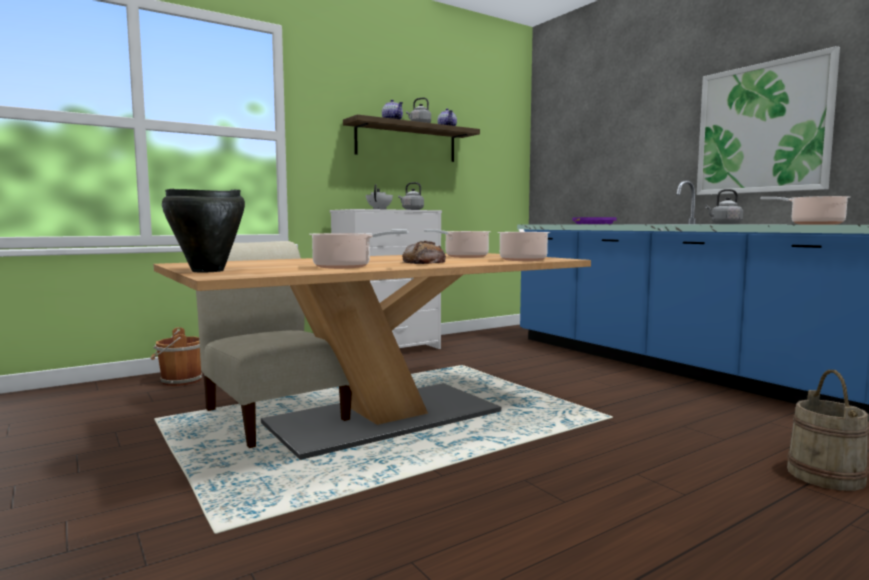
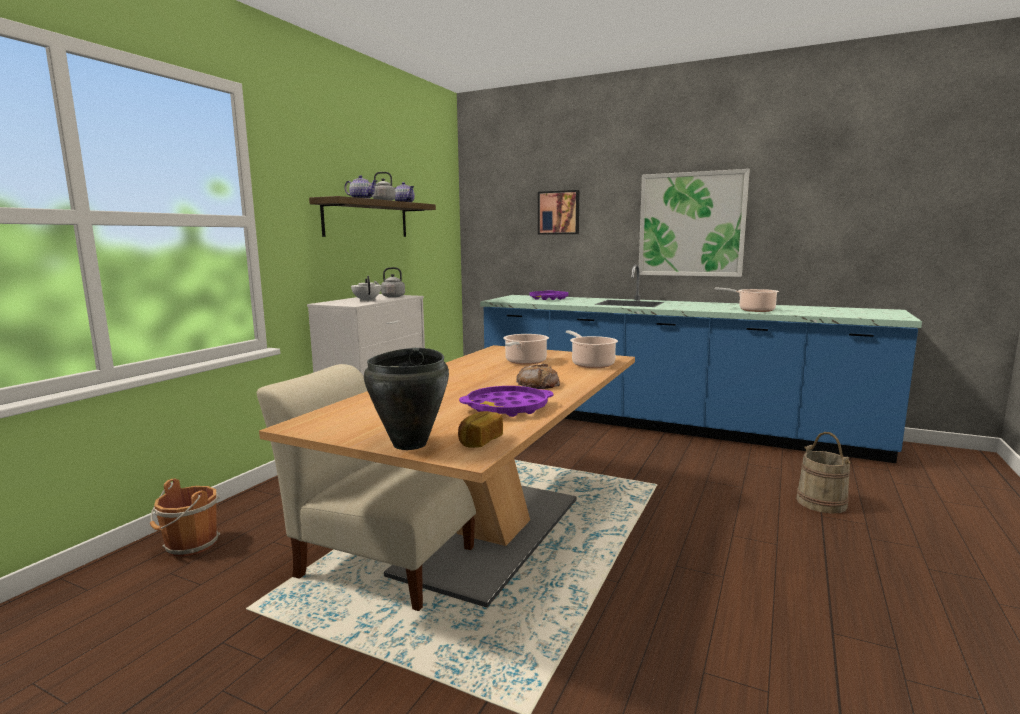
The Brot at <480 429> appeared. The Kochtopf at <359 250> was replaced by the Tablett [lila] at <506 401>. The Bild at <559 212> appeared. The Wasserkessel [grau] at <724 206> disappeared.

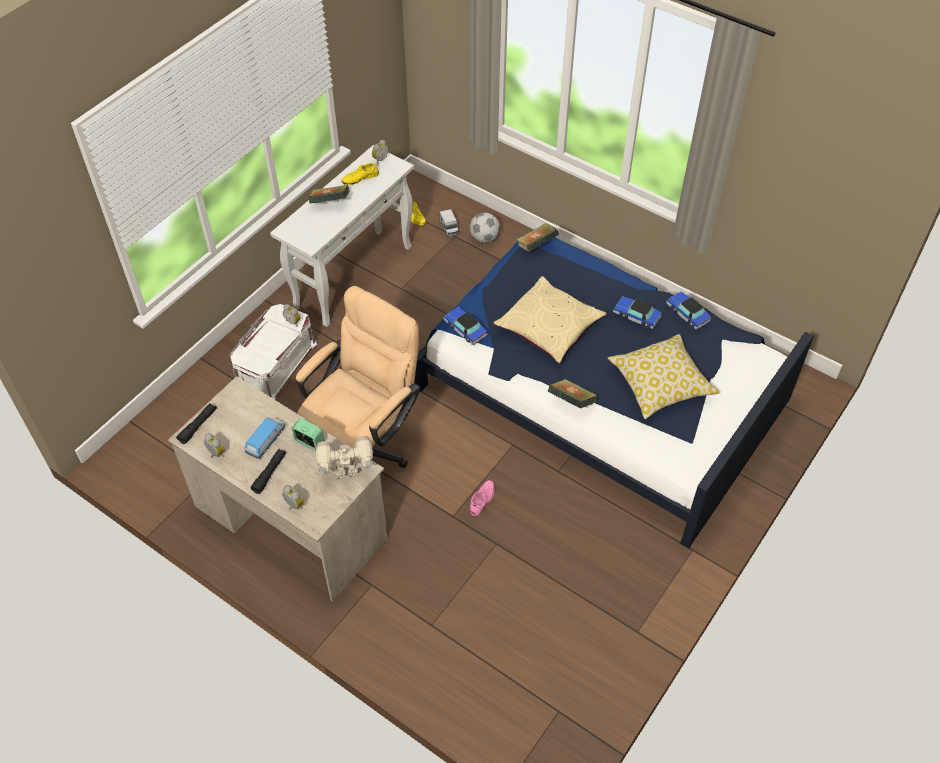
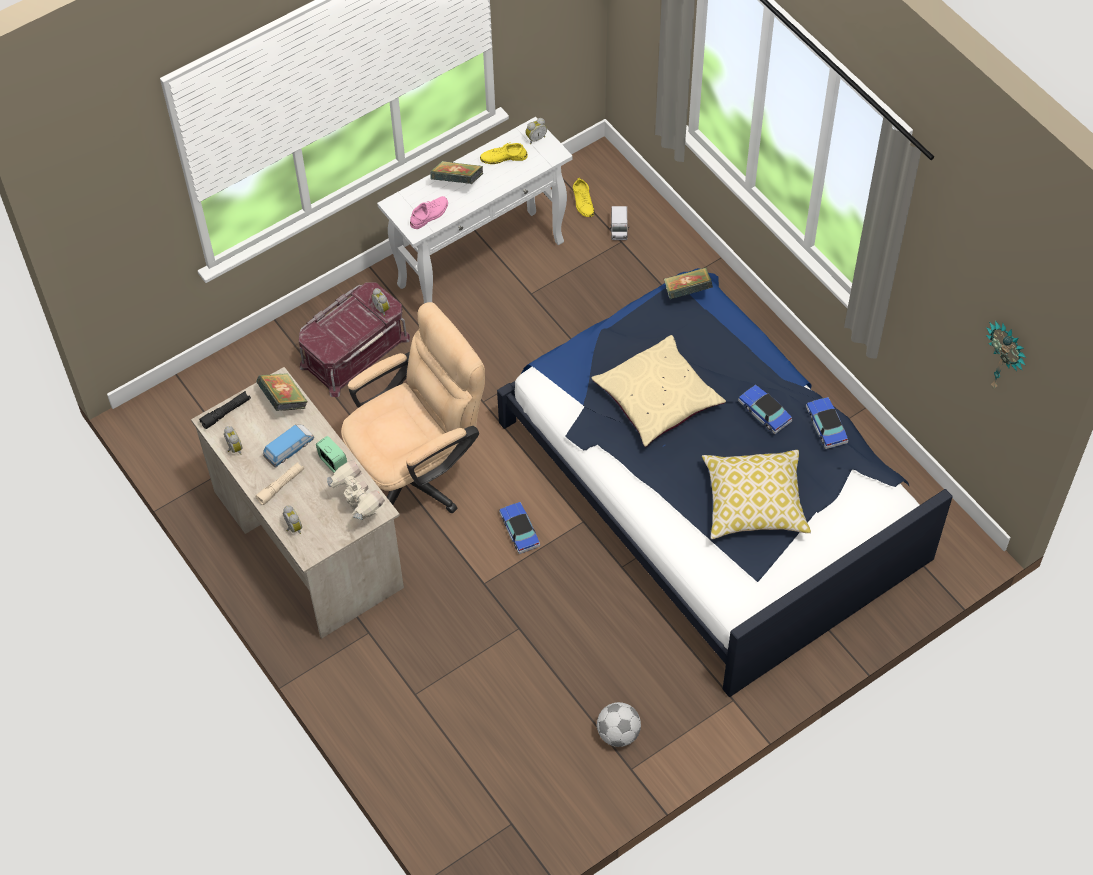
The Taschenlampe [schwarz] at <268 471> became the Taschenlampe [beige] at <279 483>. The Buch moved from <573 393> to <282 392>. The Aufbewahrungsbox [weiß] at <273 352> became the Aufbewahrungsbox [rot] at <354 340>. The Spielzeugroboter at <345 457> turned 45 degrees clockwise. The Schuh [rosa] moved from <482 498> to <429 212>. The Spielzeugauto moved from <465 326> to <519 528>. The Fußball moved from <485 227> to <619 724>. The Wanduhr at <1006 354> appeared.

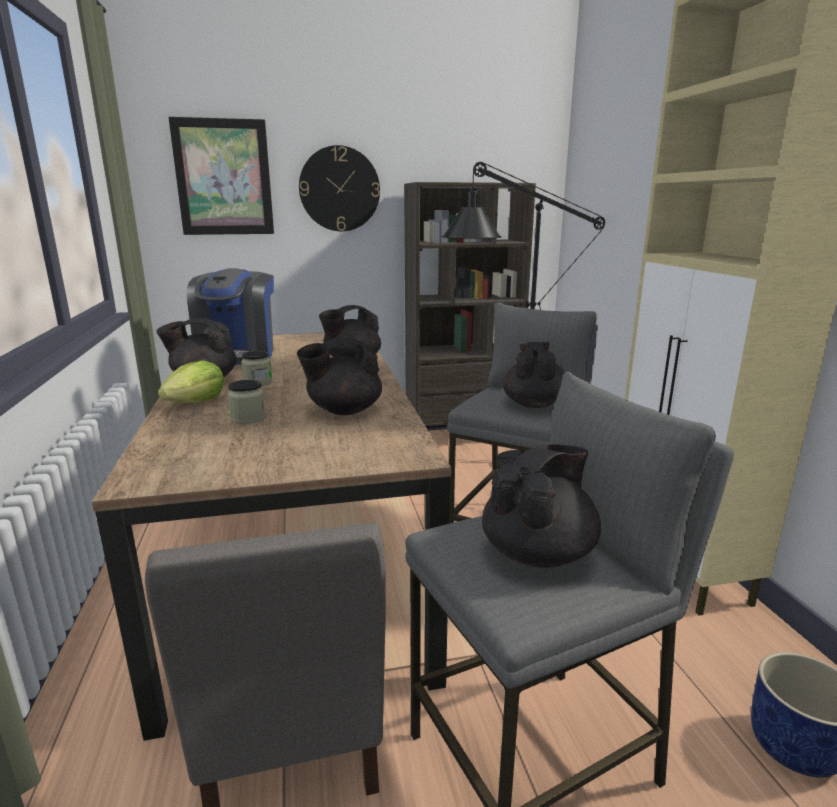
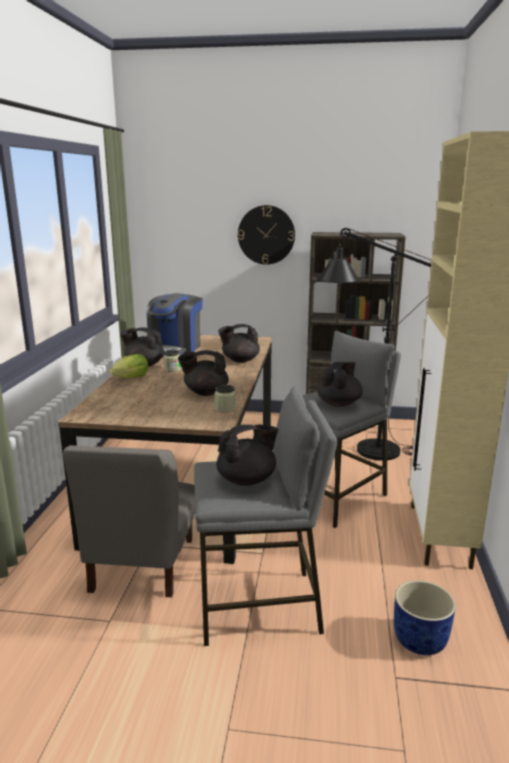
The Vorratsglas moved from <247 402> to <225 398>. The Bild at <221 176> disappeared.

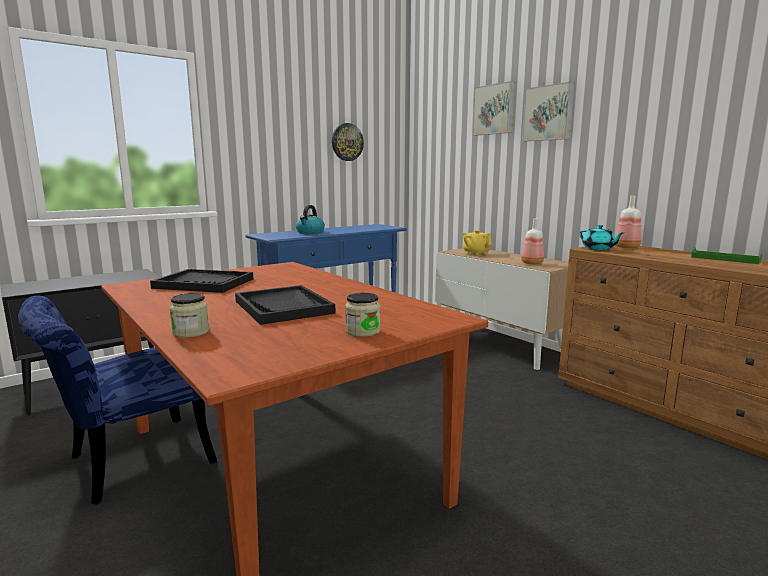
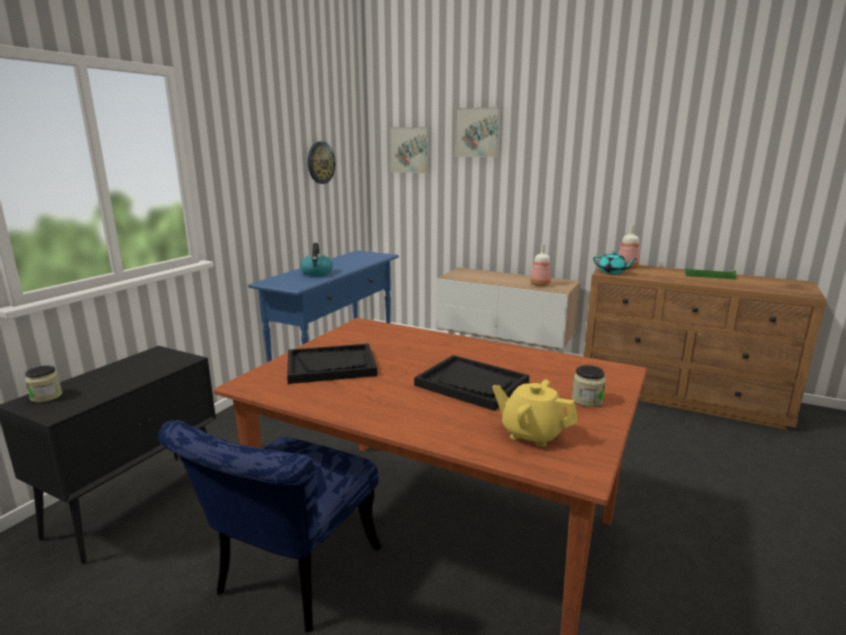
The Vorratsglas moved from <189 315> to <43 383>. The Bild moved from <548 111> to <409 150>. The Teekanne [gelb] moved from <477 242> to <535 413>.

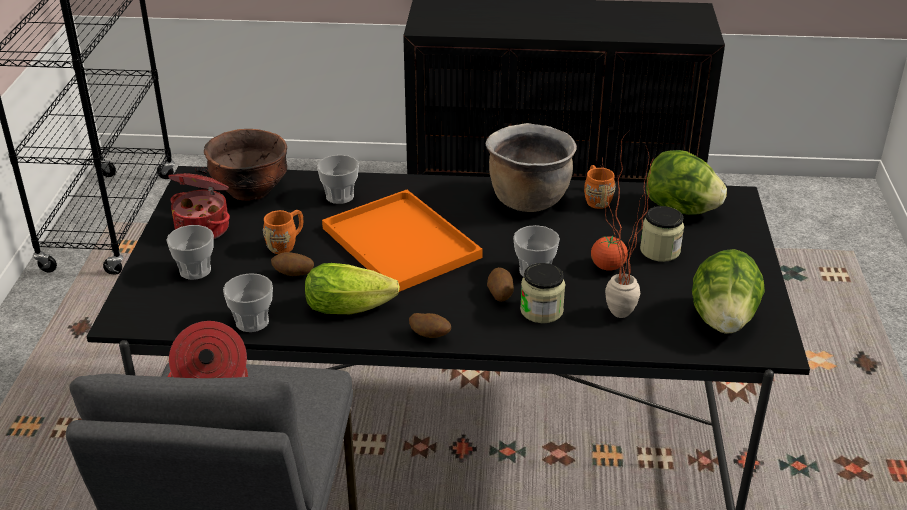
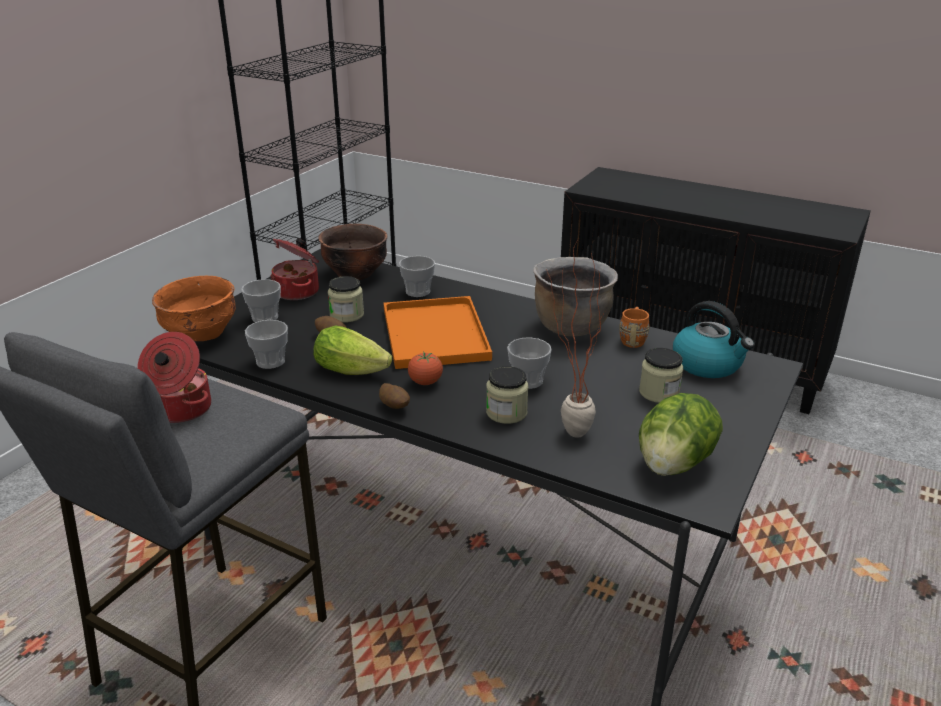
The Schüssel [orange] at <194 308> appeared. The Henkelbecher [orange] at <283 232> was replaced by the Vorratsglas at <346 299>. The Tomate moved from <609 253> to <425 368>. The Salatkopf at <686 182> was replaced by the Wasserkessel at <714 339>. The Kartoffel at <500 284> disappeared.

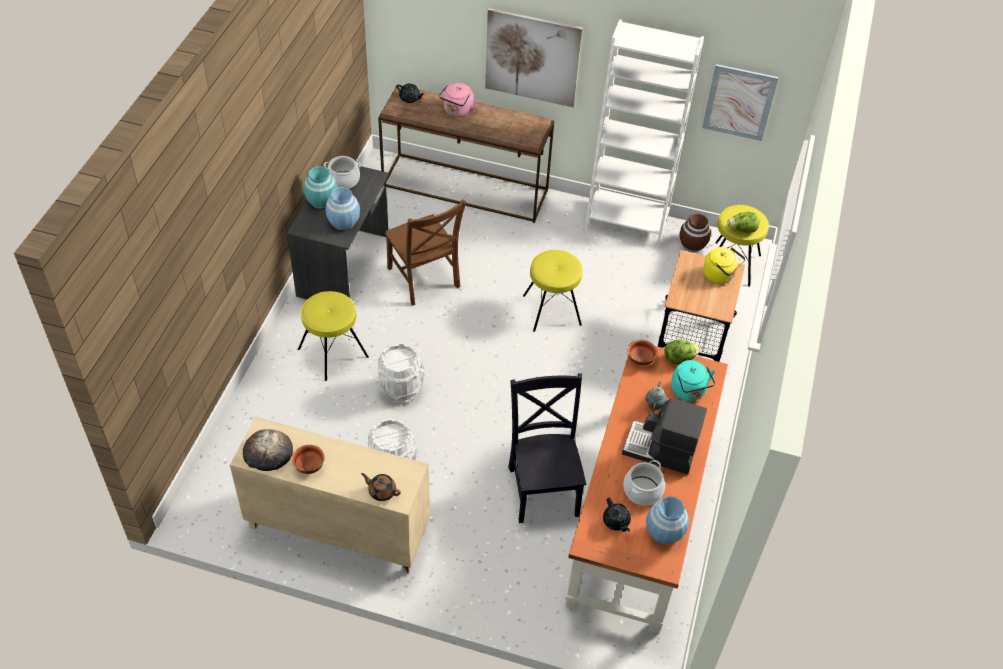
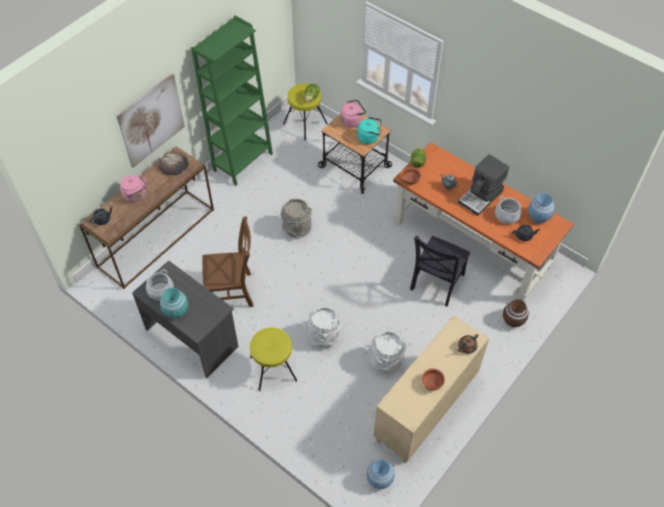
The Brot moved from <268 450> to <174 163>. The Bücherregal [weiß] at <644 133> became the Bücherregal [grün] at <232 100>. The Hocker [gelb] at <553 291> was replaced by the Eimer [grau] at <296 218>. The Wasserkessel [gelb] at <724 265> became the Wasserkessel [rosa] at <353 114>. The Wasserkessel [türkis] moved from <693 380> to <369 130>. The Vase [blau] moved from <343 208> to <380 474>. The Stuhl [schwarz] at <547 448> turned 75 degrees counterclockwise. The Vase [braun] moved from <695 233> to <516 313>. The Bild at <740 102> disappeared.

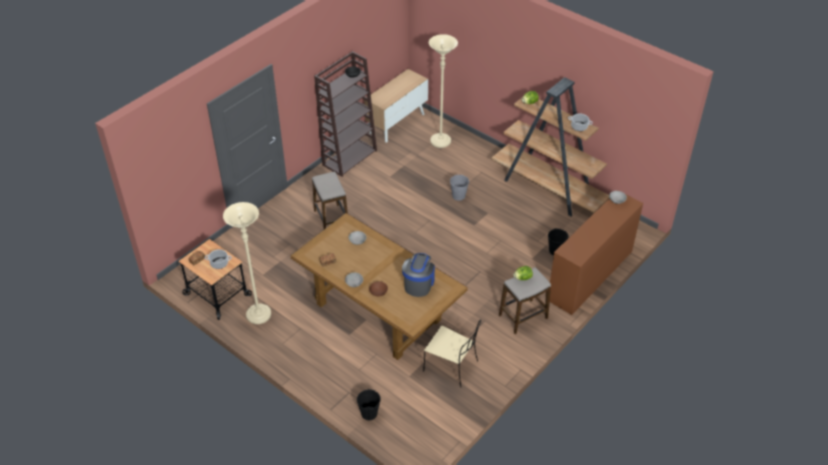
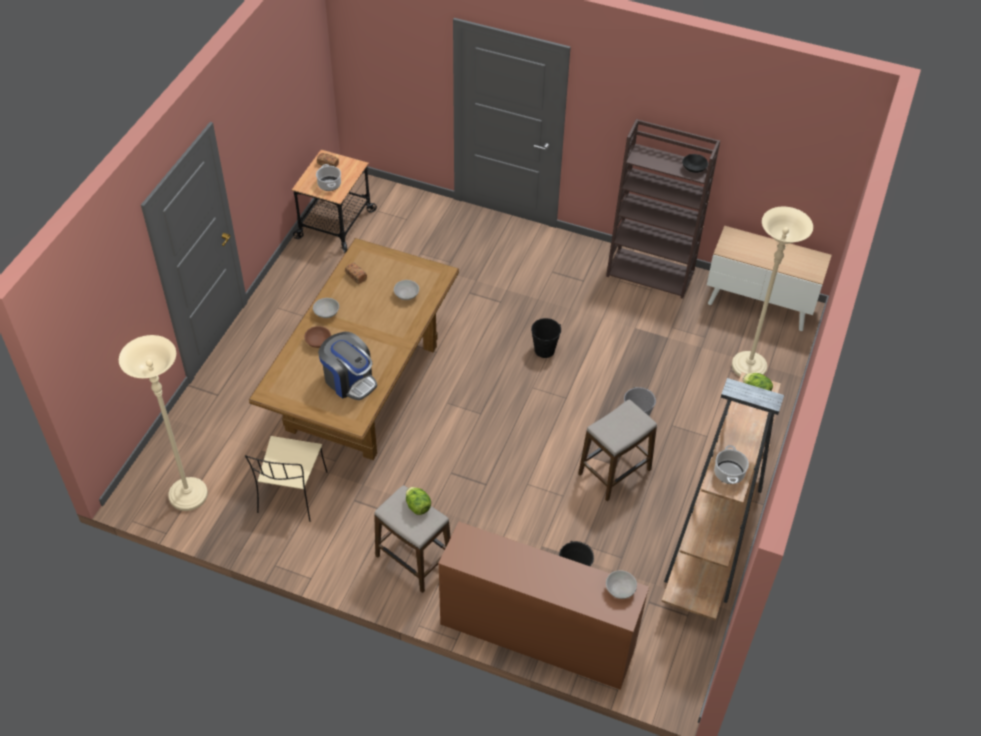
The Stehlampe [beige] moved from <247 263> to <163 423>. The Kaffeemaschine at <418 275> turned 45 degrees clockwise. The Eimer [schwarz] moved from <369 404> to <546 338>. The Hocker moved from <330 200> to <617 450>.

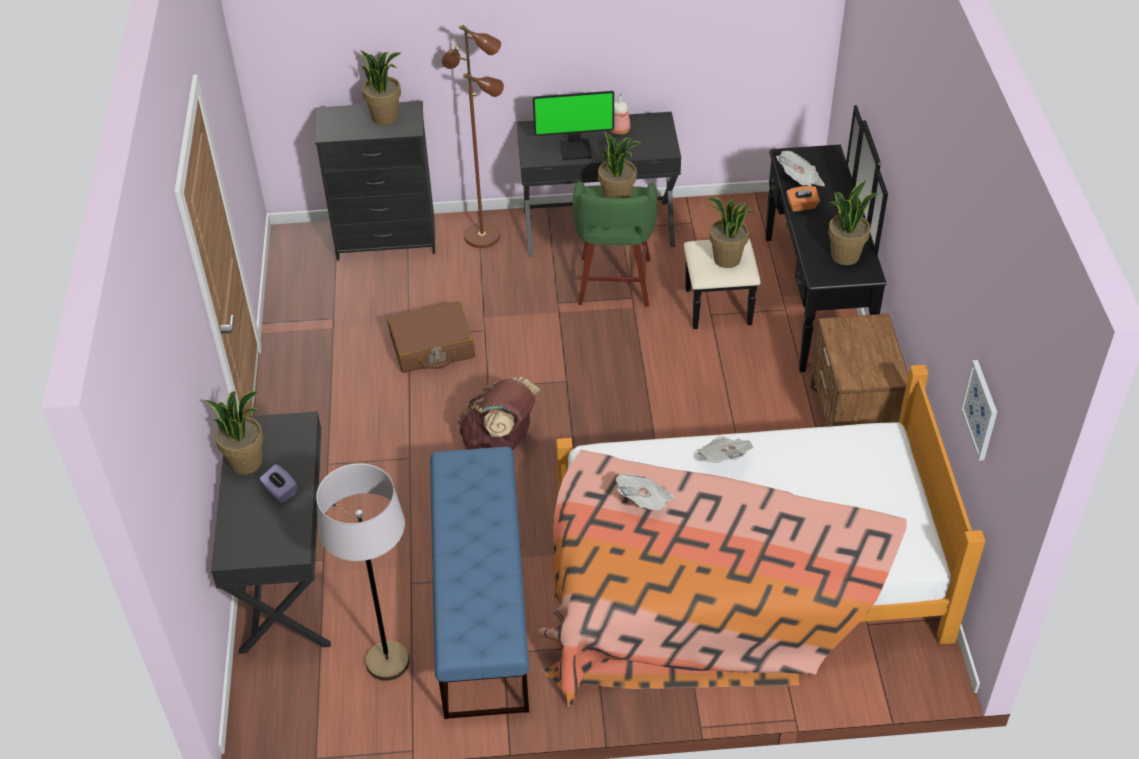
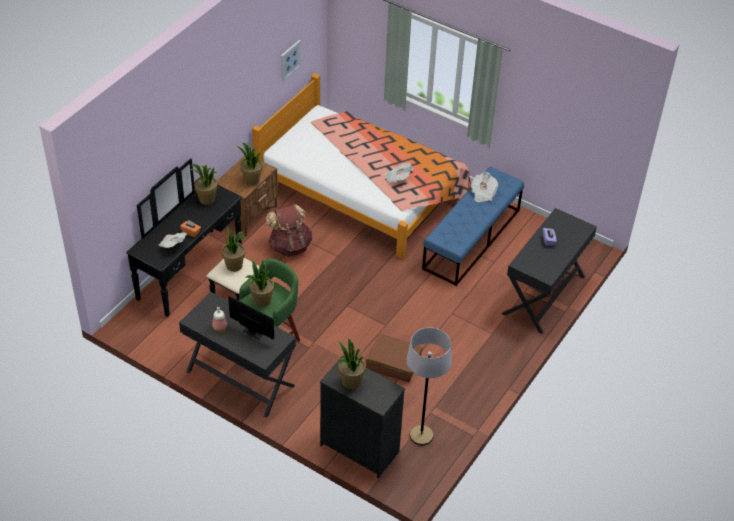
The Topfpflanze moved from <234 433> to <250 164>. The Rucksack [braun] moved from <499 413> to <289 230>. The Stehlampe [grau] moved from <363 572> to <429 386>. The Zeitung moved from <724 449> to <484 187>. The Stehlampe [braun] at <473 136> disappeared.

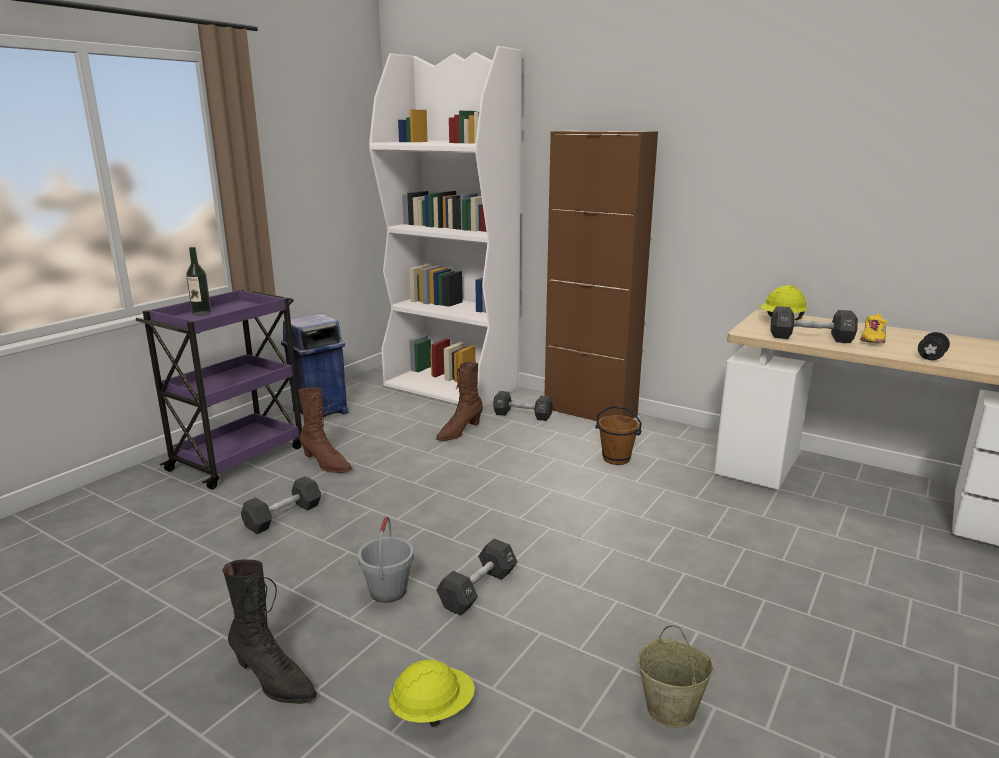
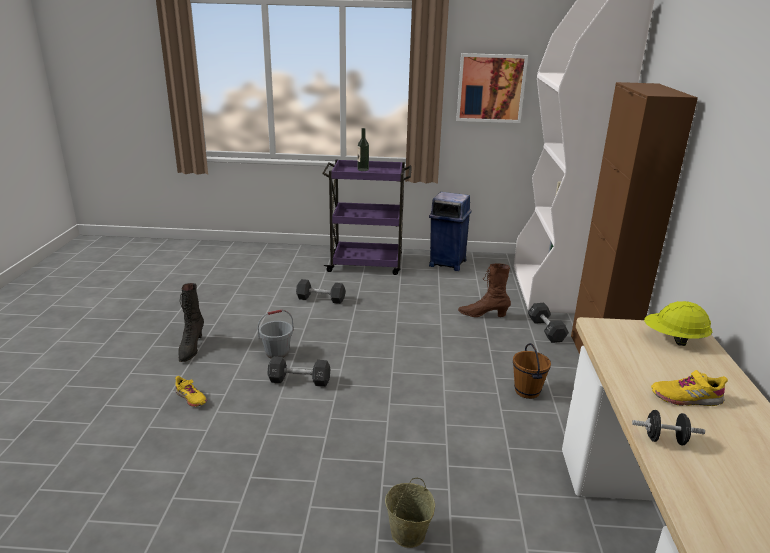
The Schutzhelm [gelb] at <432 693> was replaced by the Schuh [gelb] at <191 391>. The Eimer [beige] moved from <676 677> to <410 513>. The Bild at <492 88> appeared. The Stiefel [braun] at <325 430> disappeared. The Hantel [schwarz] at <814 324> disappeared.

